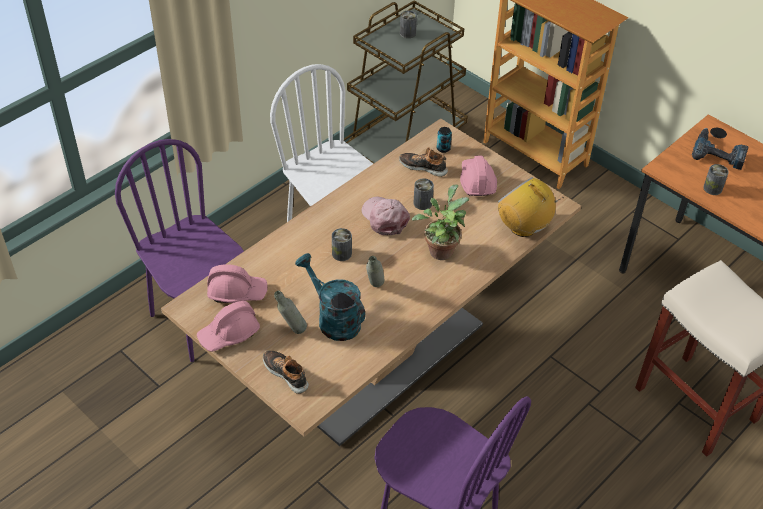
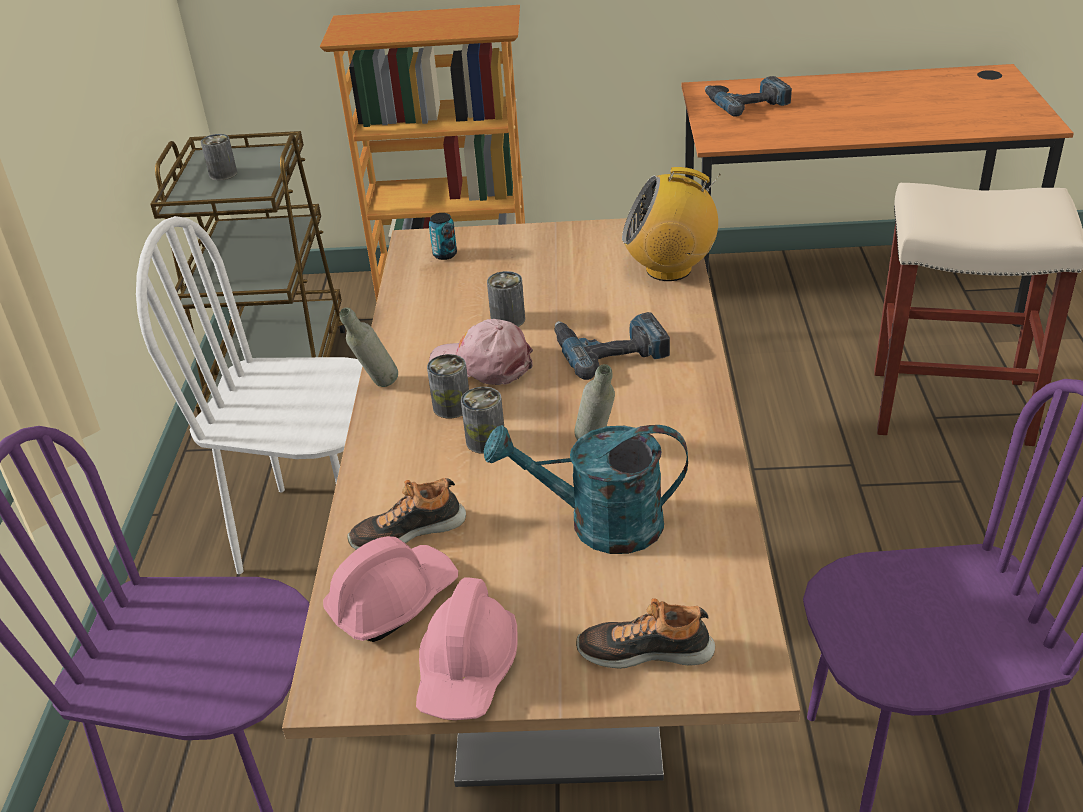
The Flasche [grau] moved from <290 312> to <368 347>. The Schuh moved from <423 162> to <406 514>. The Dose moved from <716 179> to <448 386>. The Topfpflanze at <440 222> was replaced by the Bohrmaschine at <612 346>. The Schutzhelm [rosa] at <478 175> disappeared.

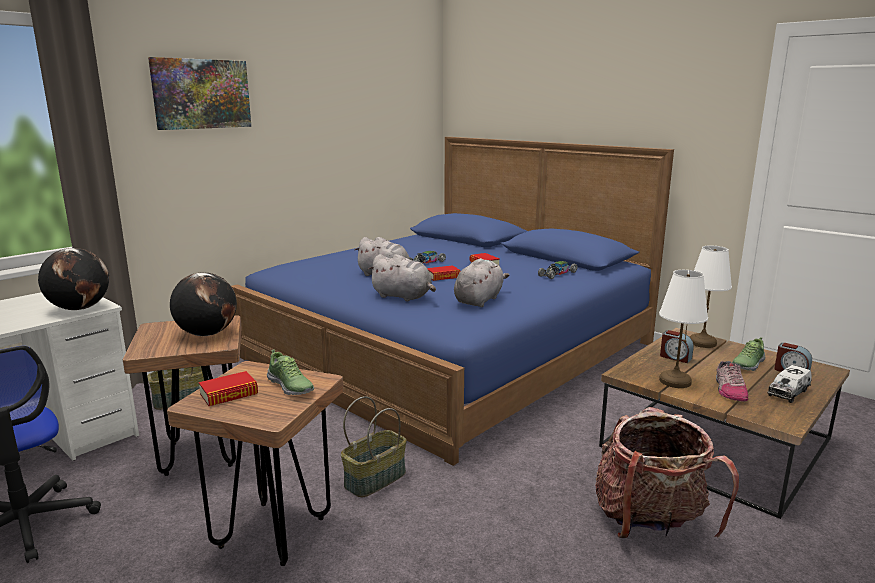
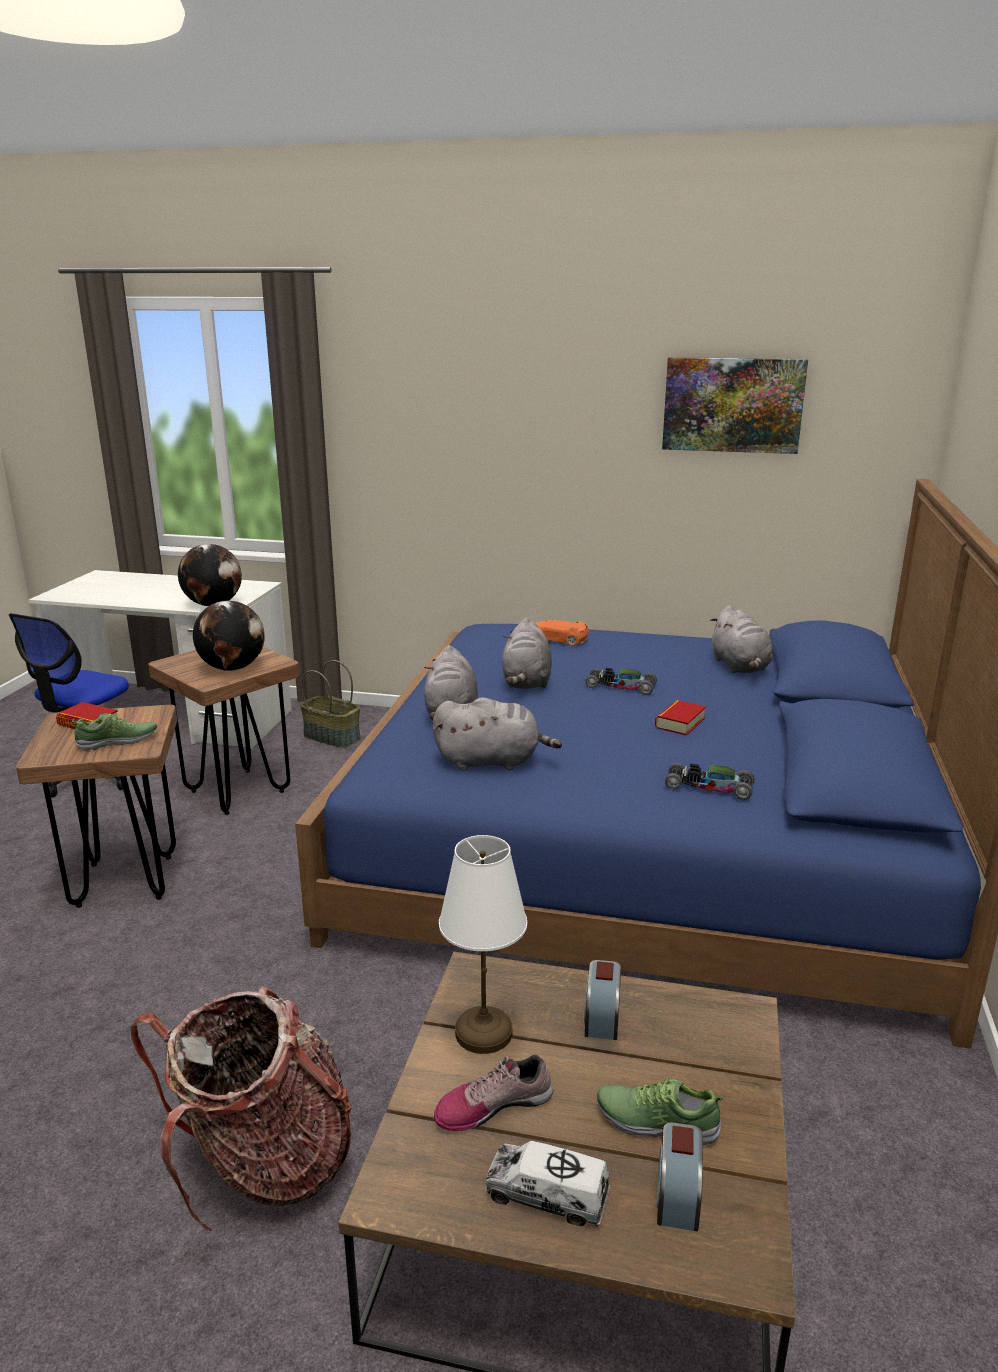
The Schuh at <290 372> turned 135 degrees counterclockwise. The Spielzeugauto [orange] at <562 633> appeared. The Bild moved from <199 93> to <735 405>. The Plüschtier [grau] at <741 639> appeared. The Korb at <374 446> disappeared. The Buch at <444 273> disappeared. The Tischlampe [weiß] at <711 297> disappeared.

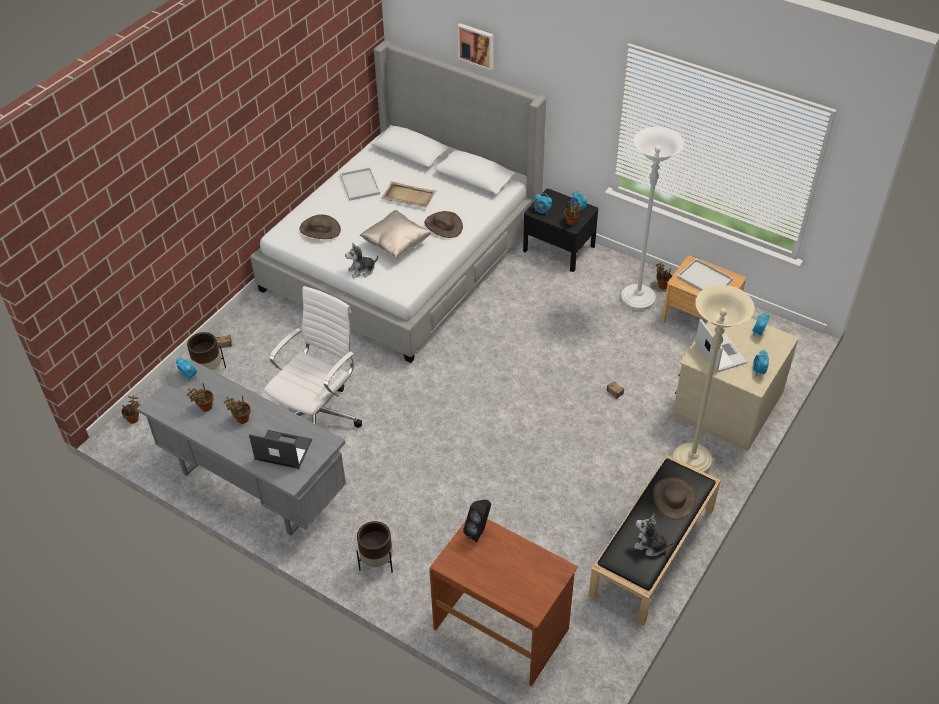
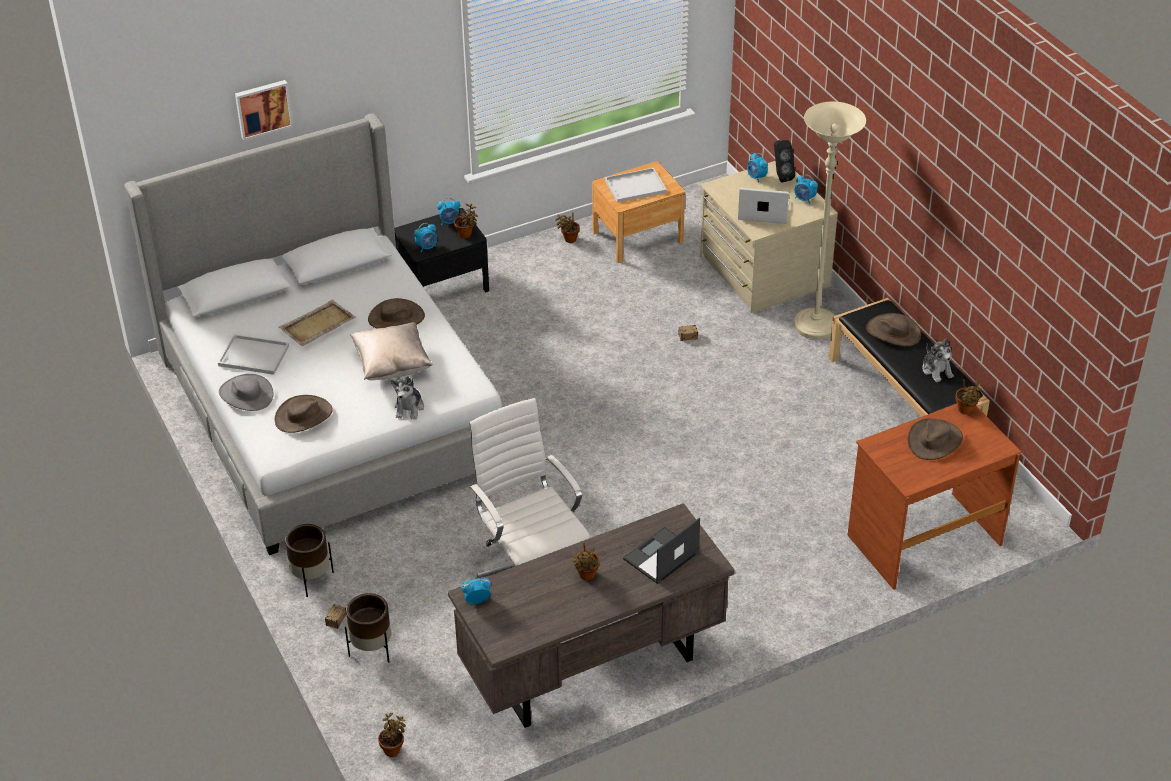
The Hut [grau] at <246 392> appeared. The Pflanzkübel [braun] moved from <374 547> to <309 560>. The Schreibtisch [grau] at <241 447> became the Schreibtisch [braun] at <591 615>. The Lautsprecher [schwarz] moved from <477 520> to <784 161>. The Hut [braun] at <935 439> appeared. The Plüschtier at <654 534> turned 75 degrees counterclockwise. The Topfpflanze moved from <200 397> to <969 396>. The Stehlampe [weiß] at <652 218> disappeared.

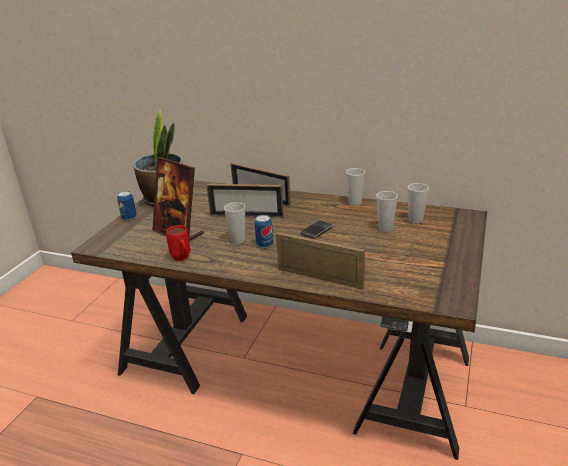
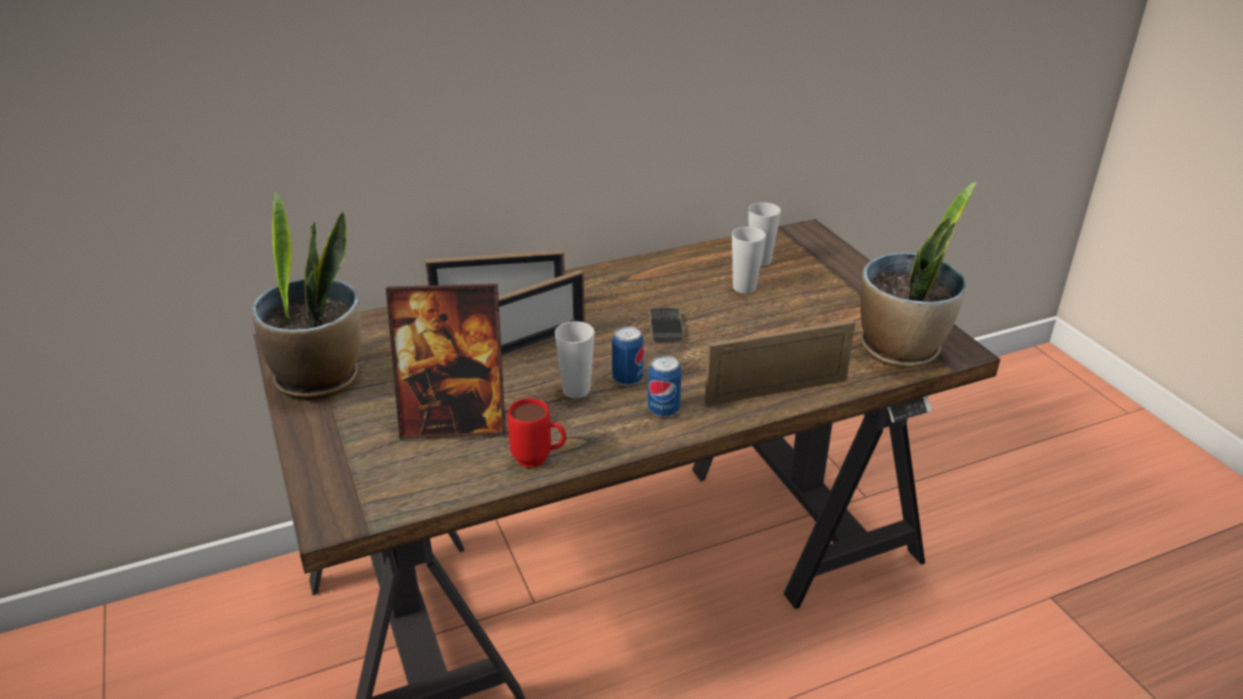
The Dose moved from <127 205> to <664 386>. The Topfpflanze at <918 275> appeared. The Tasse at <355 187> disappeared.

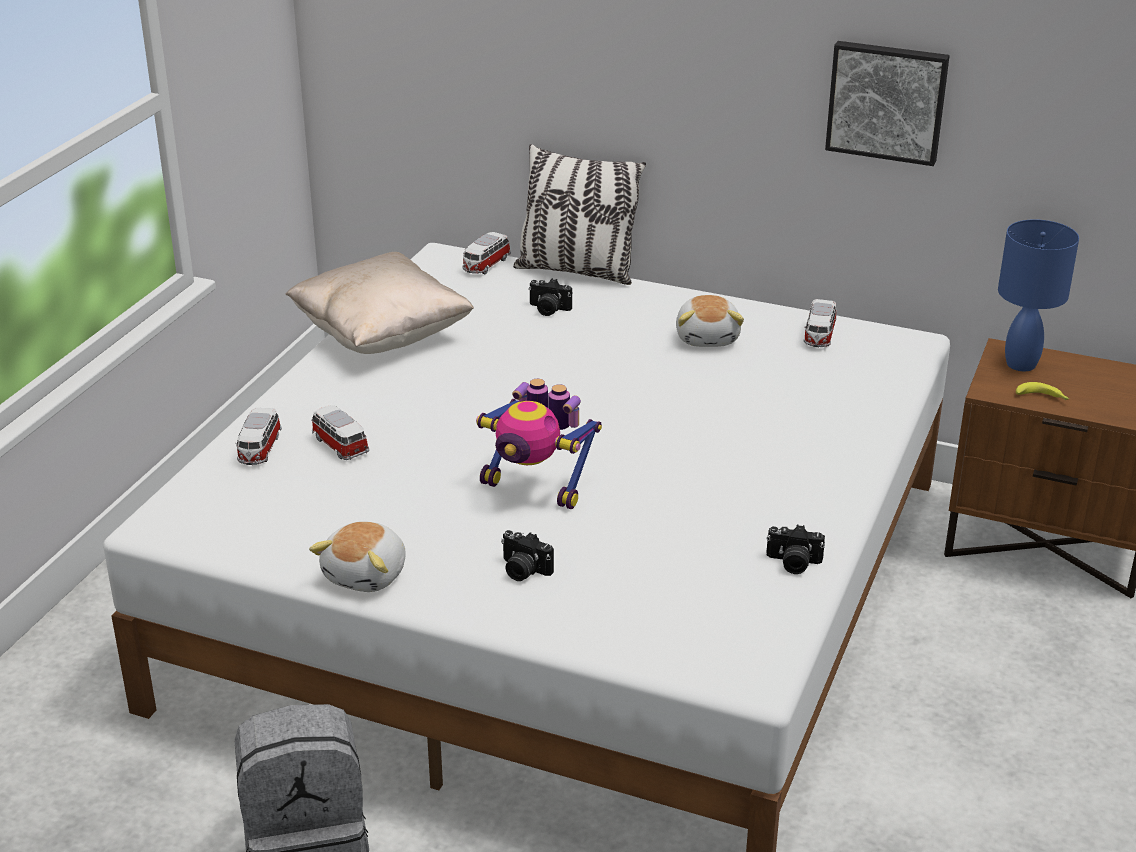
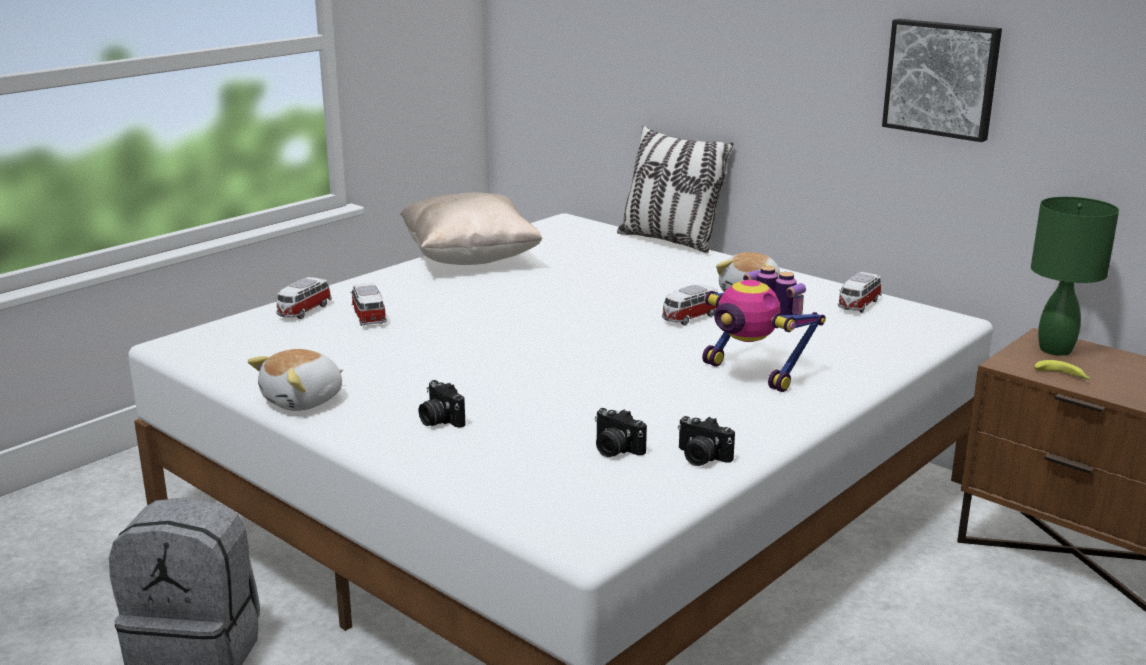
The Kamera moved from <550 297> to <621 432>. The Spielzeugauto moved from <486 253> to <690 304>. The Spielzeugroboter moved from <539 444> to <764 329>. The Tischlampe [blau] at <1038 295> became the Tischlampe [grün] at <1075 276>.

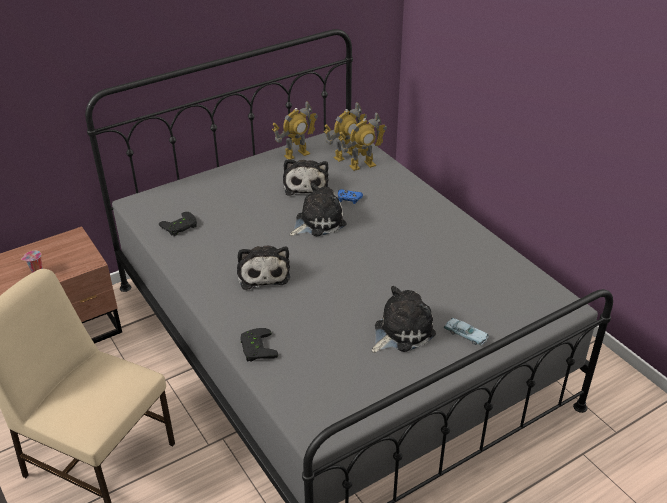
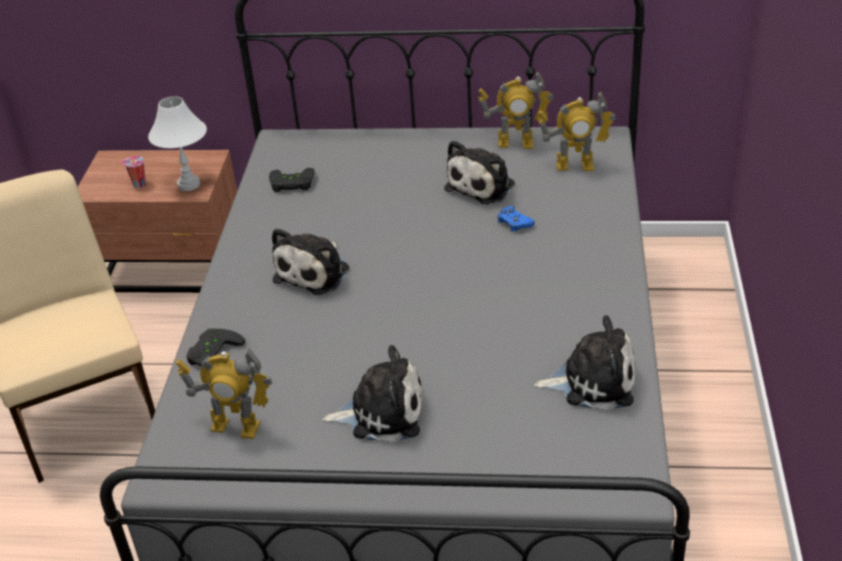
The Tischlampe [weiß] at <177 143> appeared. The Spielzeugroboter moved from <362 141> to <223 393>. The Plüschtier moved from <318 209> to <584 362>. The Spielzeugauto [blau] at <466 331> disappeared.

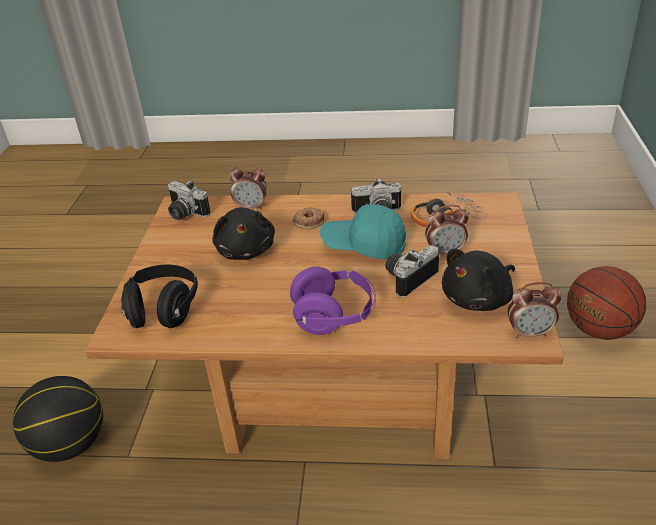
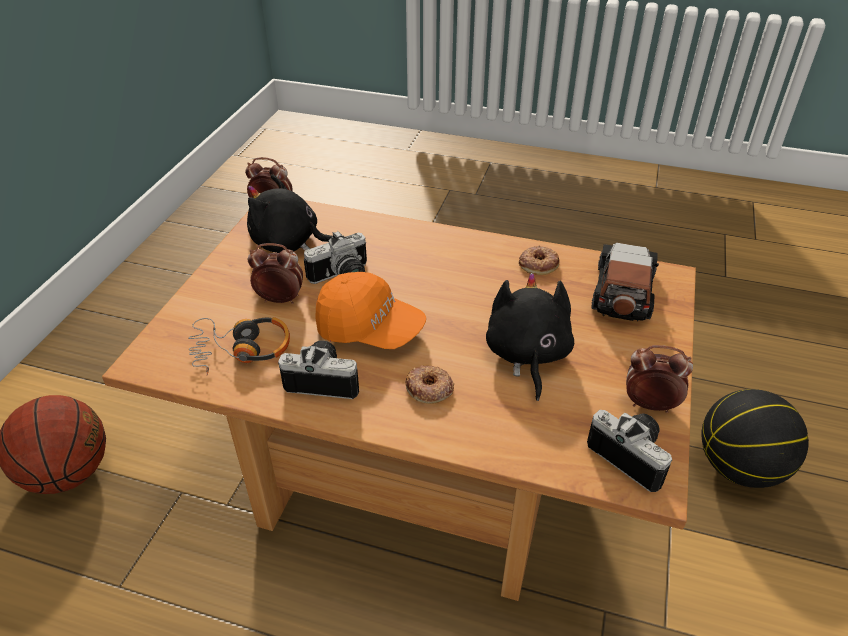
The Plüschtier [schwarz] at <478 279> turned 135 degrees counterclockwise. The Kappe [türkis] at <363 231> became the Kappe [orange] at <371 310>. The Donut at <539 260> appeared. The Kopfhörer [schwarz] at <159 296> was replaced by the Spielzeugauto at <625 282>. The Wecker moved from <248 187> to <659 379>. The Kopfhörer [lila] at <333 301> disappeared.

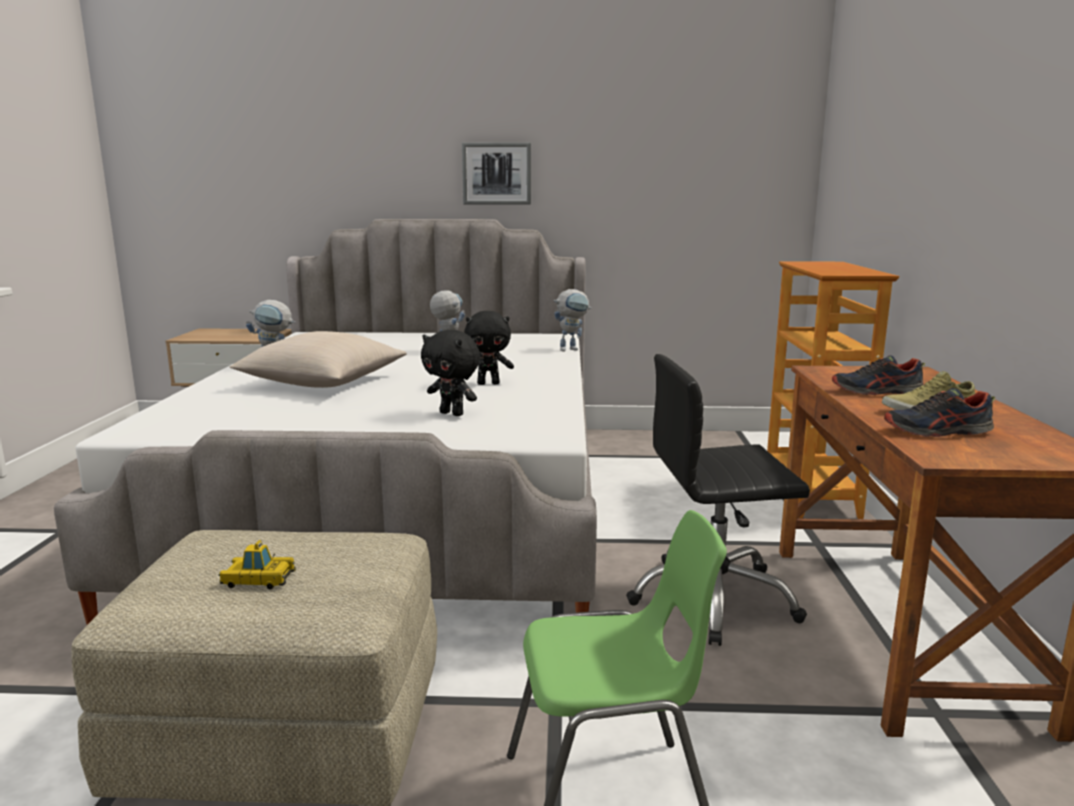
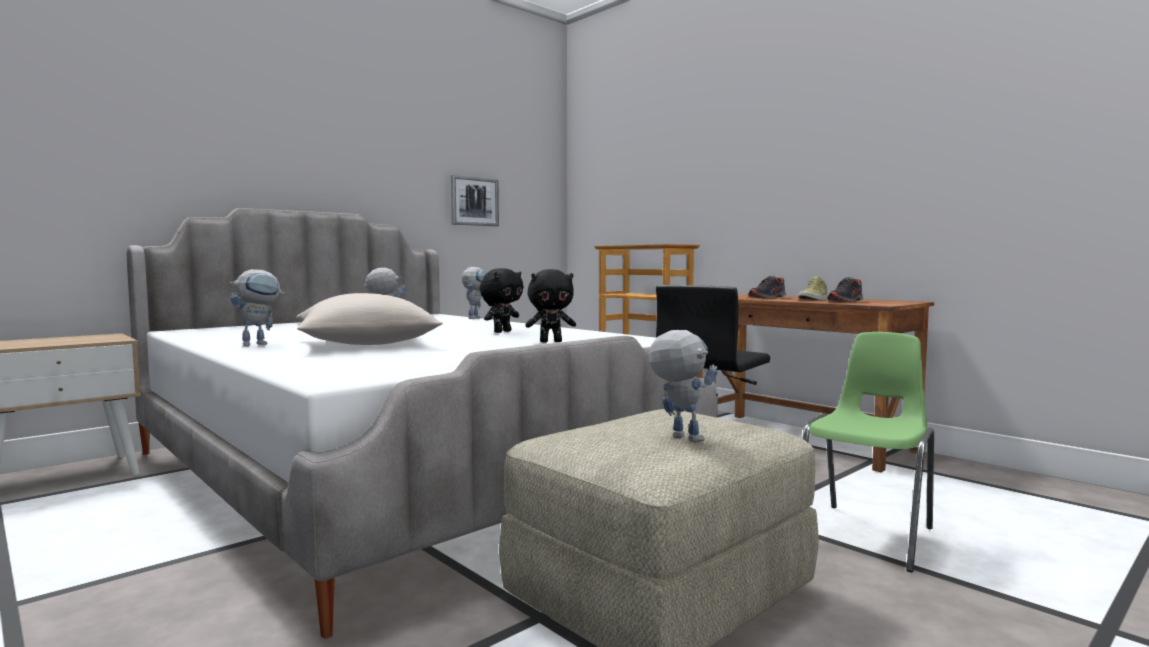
The Bild moved from <496 173> to <475 200>. The Spielzeugauto at <257 564> was replaced by the Spielzeugroboter at <683 386>.

